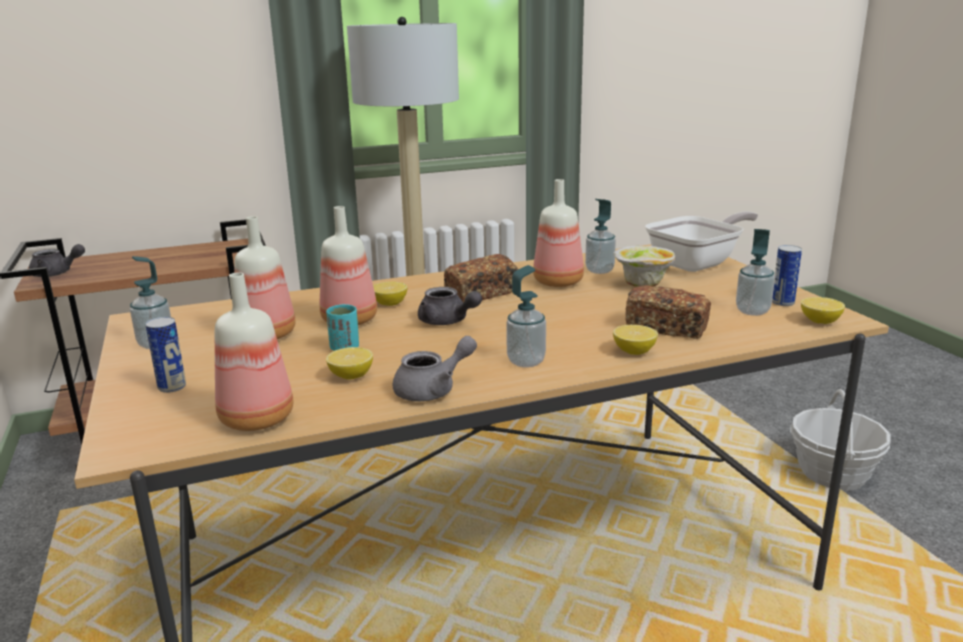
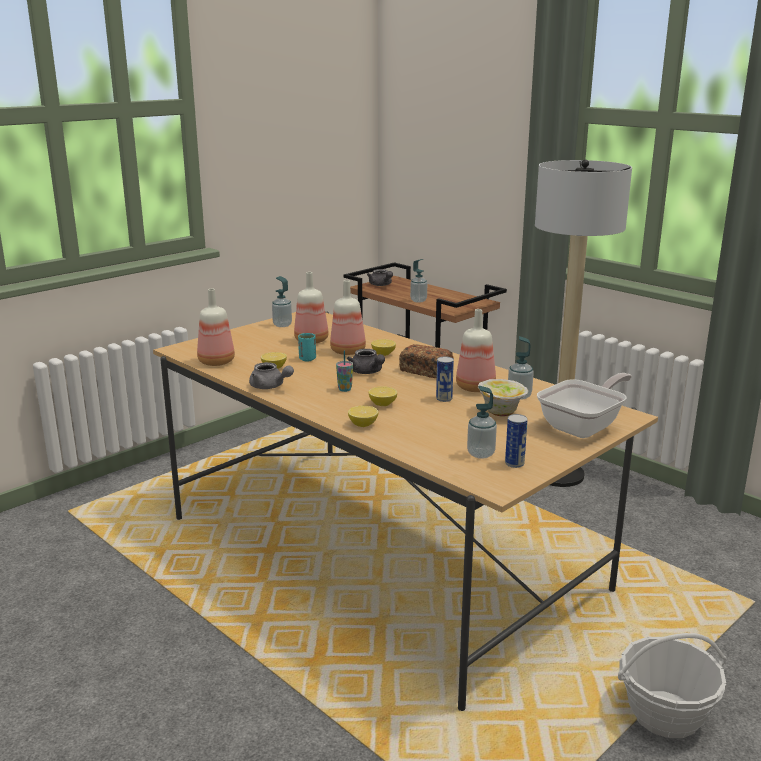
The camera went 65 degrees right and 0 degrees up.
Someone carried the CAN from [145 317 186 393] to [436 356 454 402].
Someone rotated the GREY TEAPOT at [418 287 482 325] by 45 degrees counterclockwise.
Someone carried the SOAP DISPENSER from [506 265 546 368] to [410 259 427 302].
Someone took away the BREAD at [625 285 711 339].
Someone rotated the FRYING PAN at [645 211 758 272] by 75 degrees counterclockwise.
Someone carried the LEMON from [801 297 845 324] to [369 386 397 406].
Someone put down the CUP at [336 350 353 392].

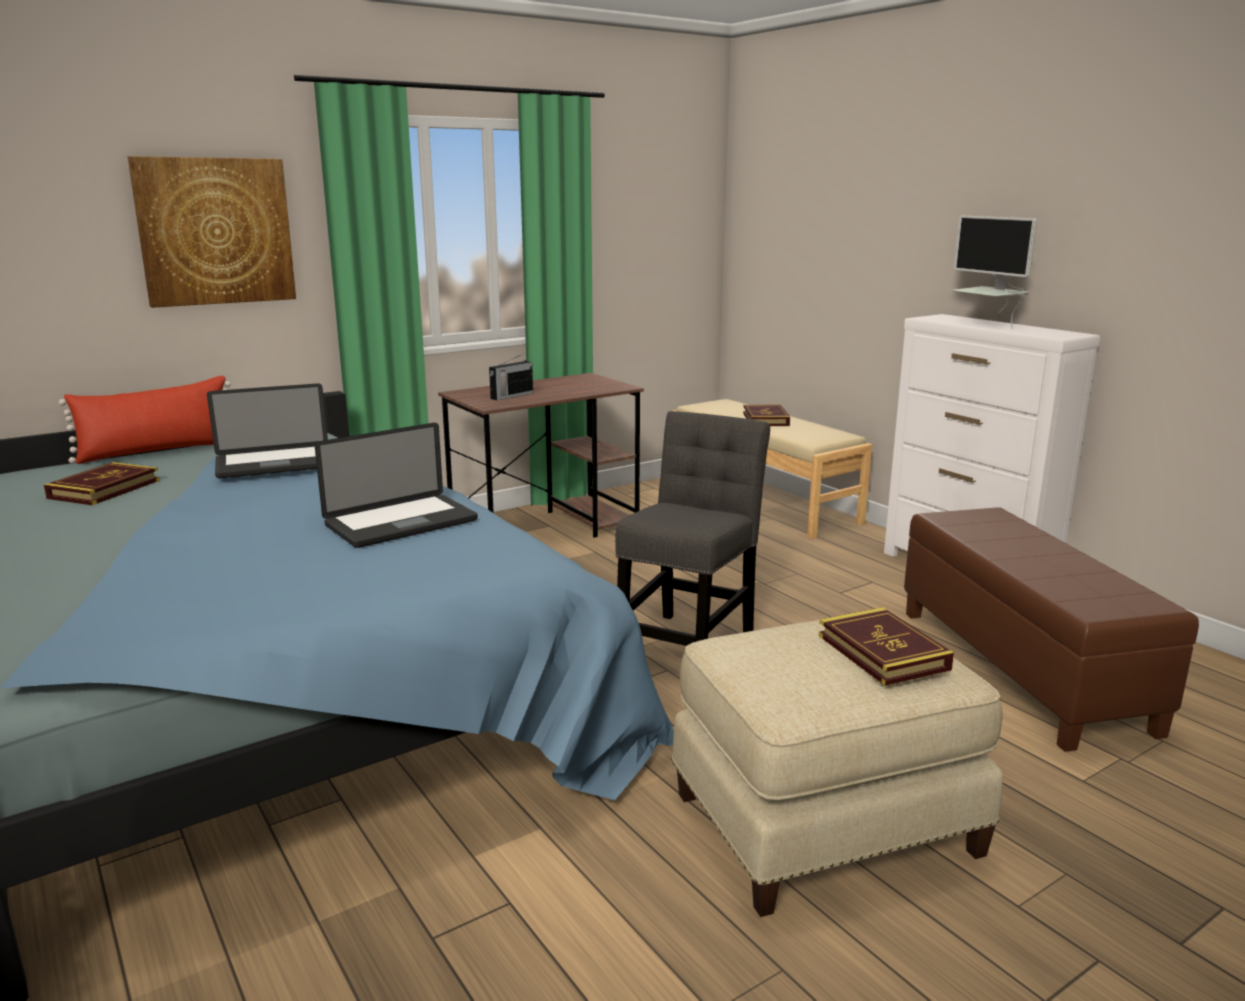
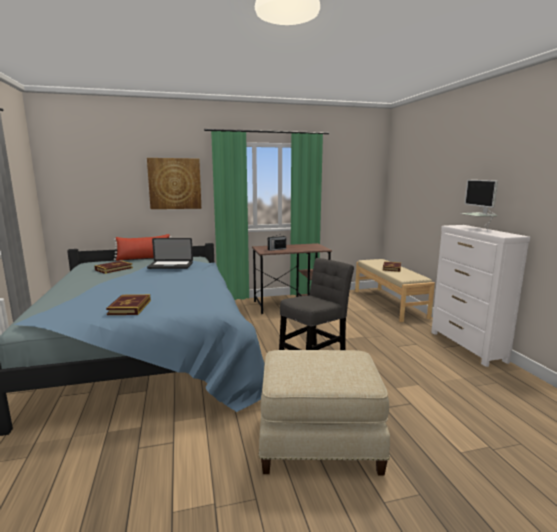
The camera went 20 degrees right and 5 degrees down.
Someone took away the LAPTOP at [315 423 478 548].
Someone carried the BOOK from [819 607 954 686] to [106 294 151 315].
Someone took away the BROWN OTTOMAN at [904 507 1199 752].

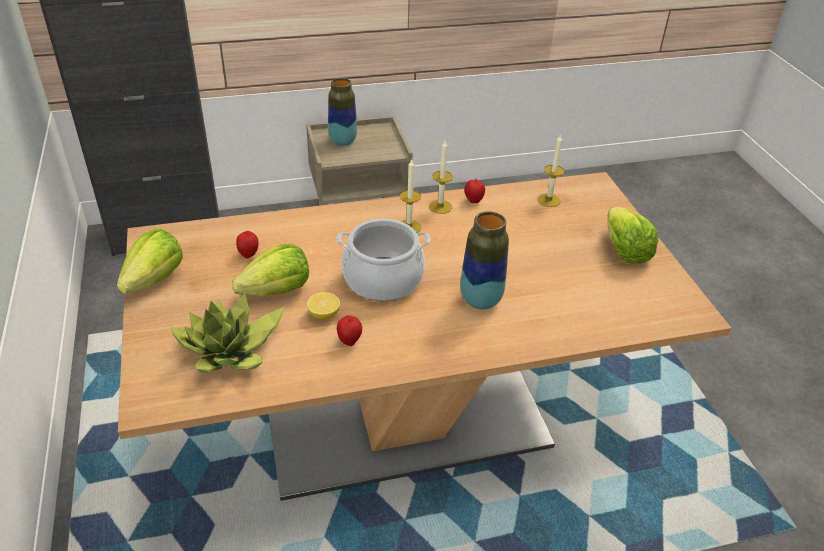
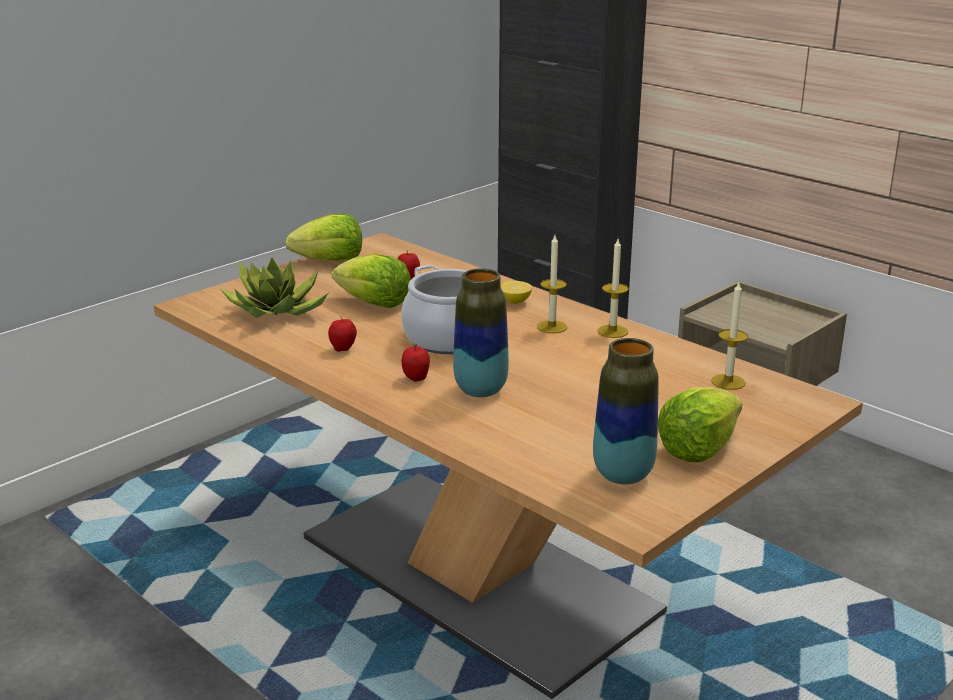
The camera went 60 degrees right and 15 degrees down.
Someone carried the LEMON from [307 292 340 320] to [501 281 532 304].
Someone carried the VASE from [328 78 357 146] to [593 338 659 484].
Someone carried the APPLE from [464 178 485 203] to [402 344 430 382].

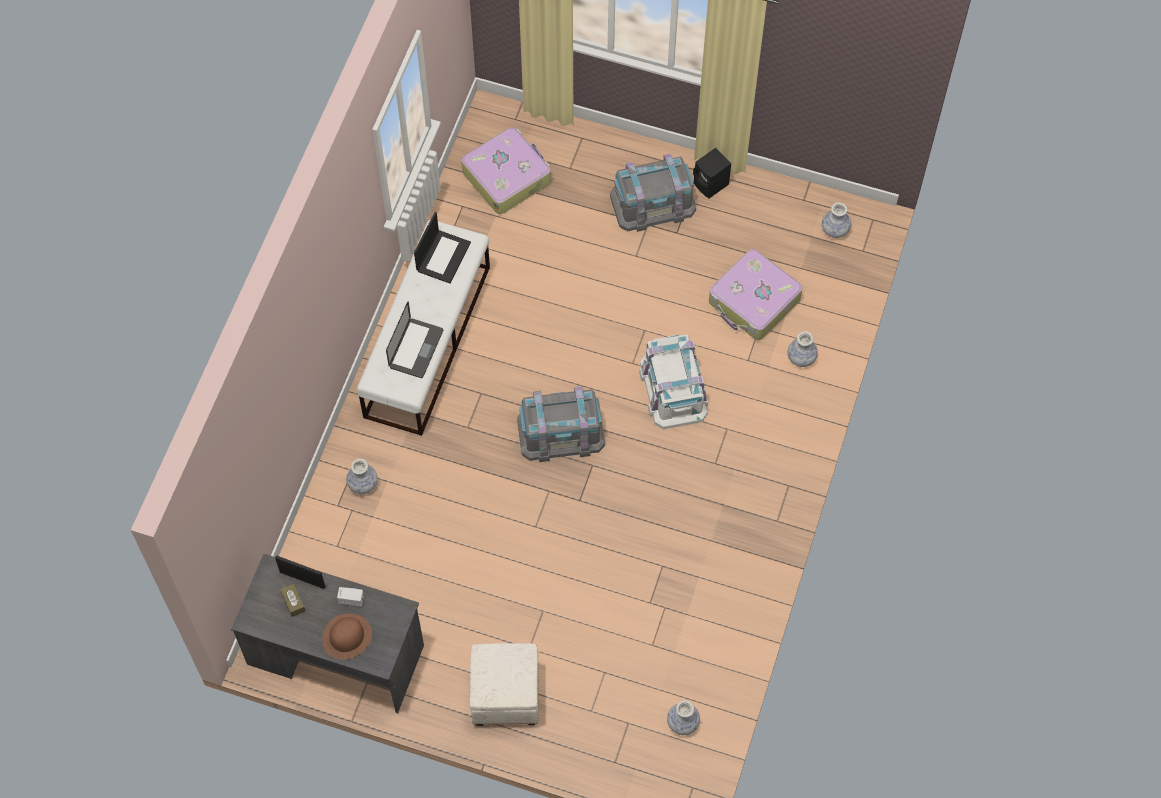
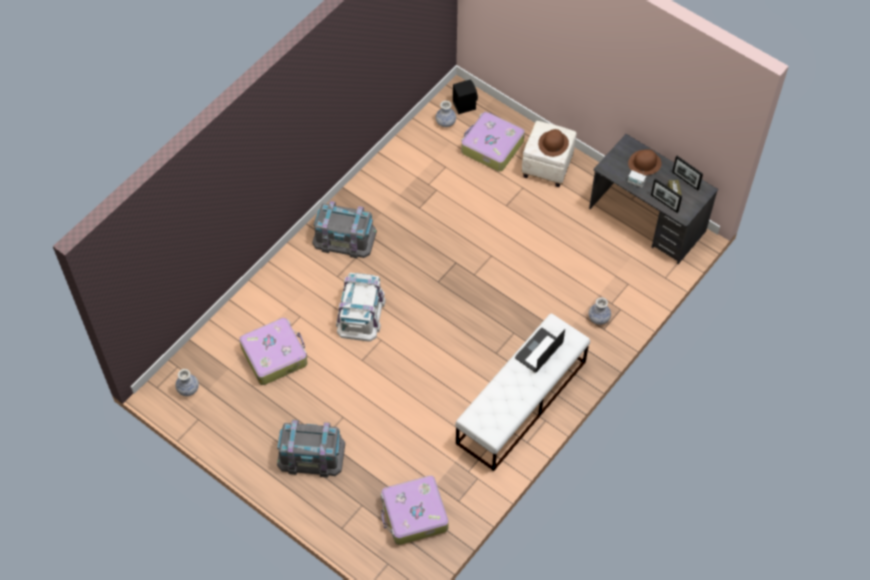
The camera went 160 degrees left and 5 degrees down.
Someone took away the LAPTOP at [414 212 471 283].
Someone carried the GREY STORAGE BOX from [517 386 605 462] to [312 201 377 258].
Someone carried the BLACK SPEAKER from [693 148 731 199] to [453 79 478 114].
Someone took away the VASE at [787 331 818 367].
Someone put down the SUITCASE at [461 112 525 172].
Someone put down the BROWN HAT at [538 129 569 157].
Someone put down the PICTURE FRAME at [672 156 703 190].

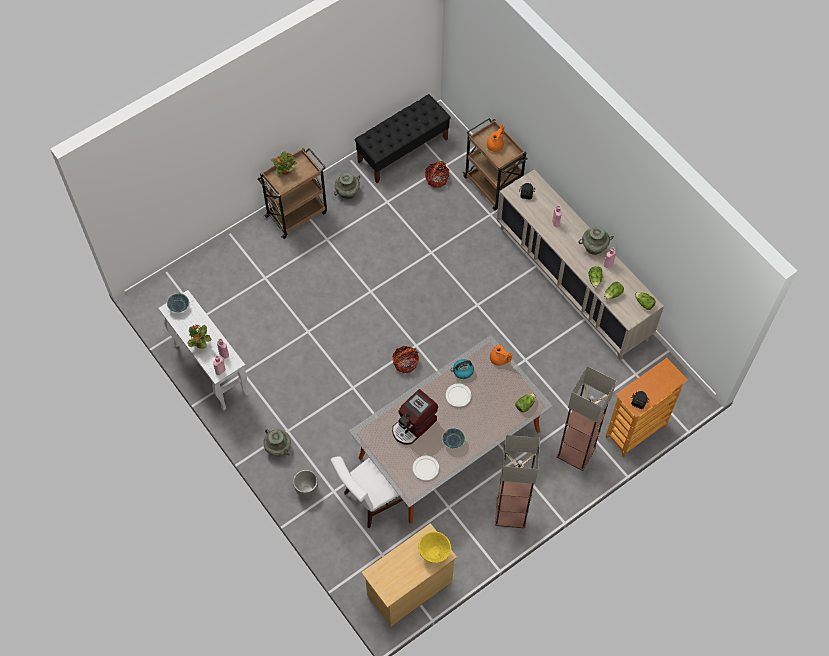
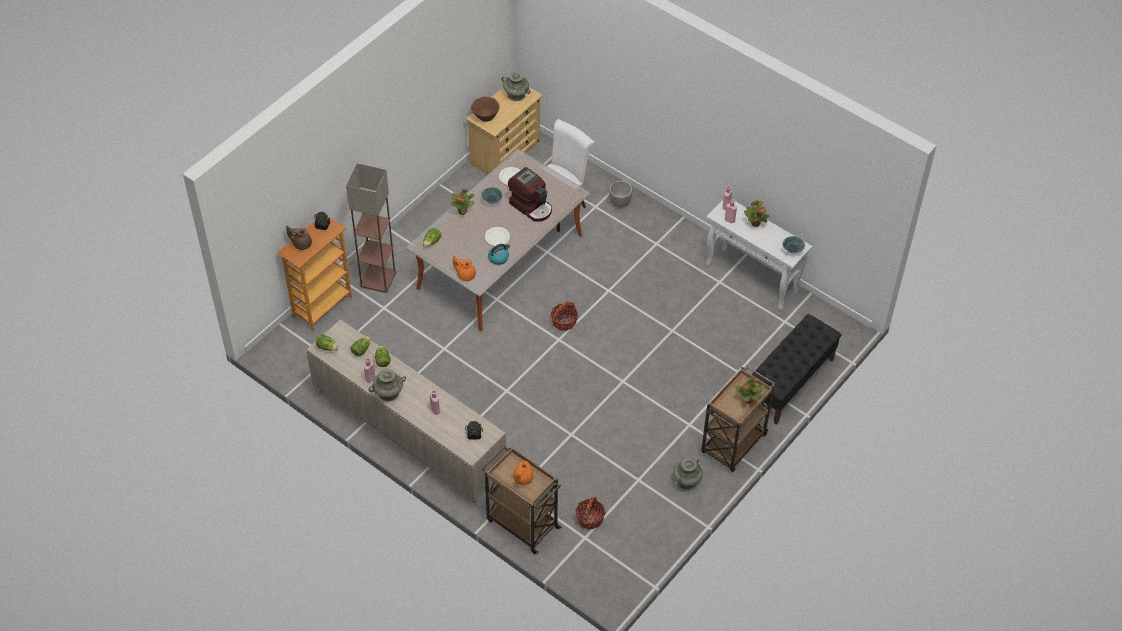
The camera went 165 degrees right and 10 degrees down.
Someone carried the TURQUOISE VASE from [264 429 291 457] to [501 71 531 101].
Someone carried the BLACK BENCH from [354 94 451 183] to [752 314 842 425].
Someone rotated the COFFEE MACHINE at [392 389 438 445] by 105 degrees clockwise.
Someone repainted the YELLOW BOWL at [418 532 451 563], which became the BROWN BOWL at [471 96 499 122].
Someone took away the FLOOR LAMP at [495 435 540 528].
Someone put down the BROWN TEAPOT at [286 226 312 250].
Someone put down the POTTED PLANT at [450 189 475 215].

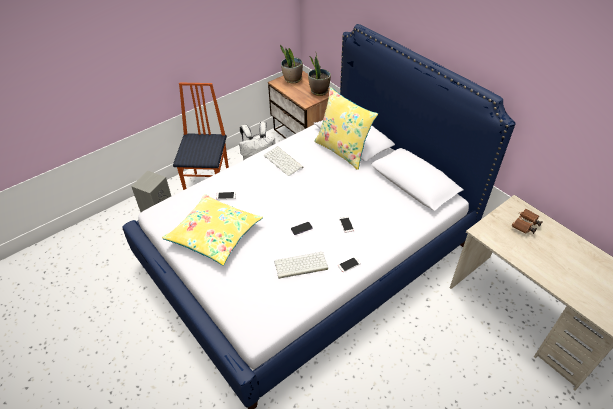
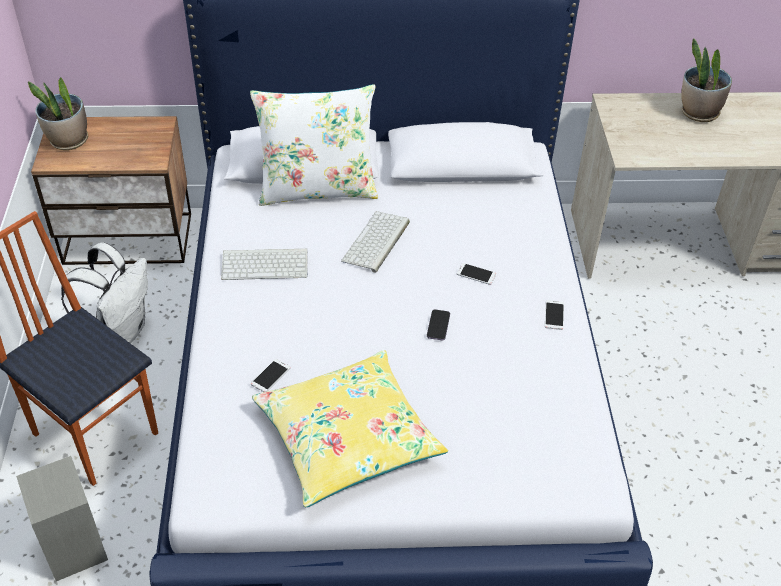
The camera went 55 degrees left and 0 degrees up.
Someone carried the KEYBOARD from [274 252 328 279] to [341 211 410 273].
Someone carried the POTTED PLANT from [308 53 331 96] to [681 38 732 122].
Someone repainted the YELLOW PILLOW at [314 87 378 170], which became the WHITE PILLOW at [250 84 378 206].
Someone took away the BROWN BINOCULARS at [512 209 543 234].

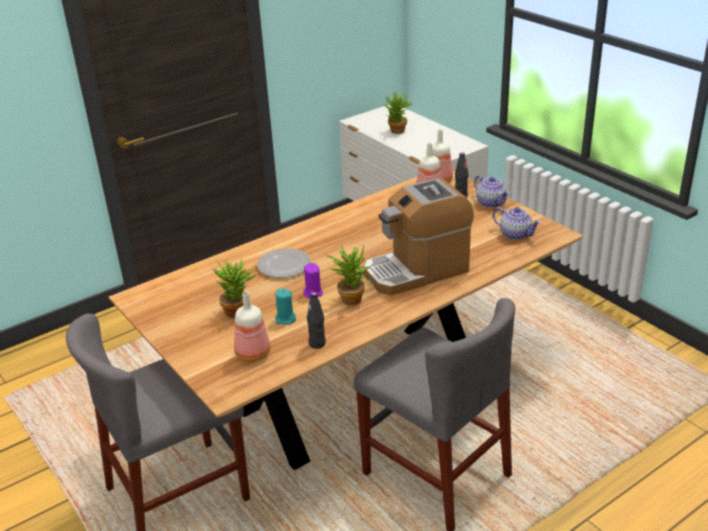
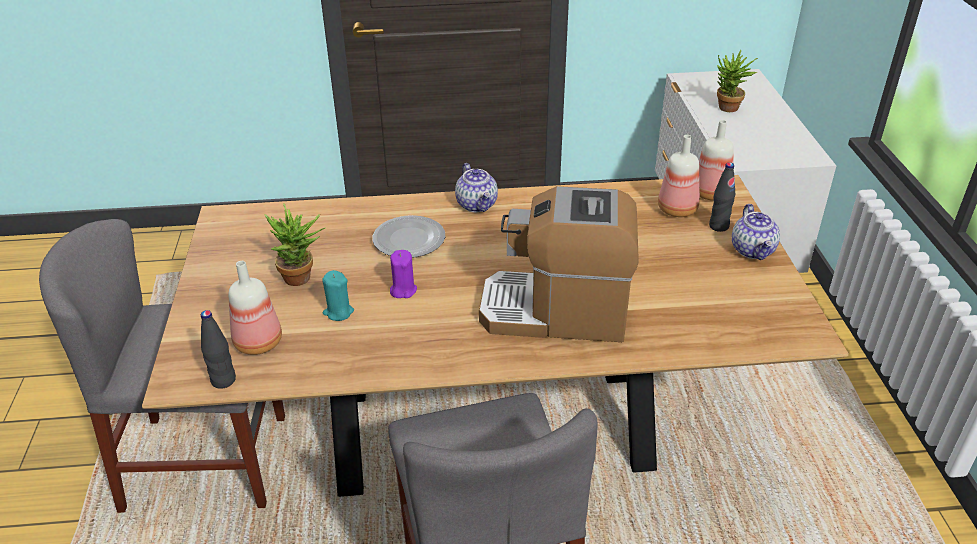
The camera went 30 degrees right and 5 degrees up.
Someone carried the BLACK BOTTLE from [307 292 326 349] to [201 310 236 389].
Someone took away the POTTED PLANT at [326 245 371 306].
Someone carried the TEAPOT from [493 207 541 240] to [455 163 498 212].

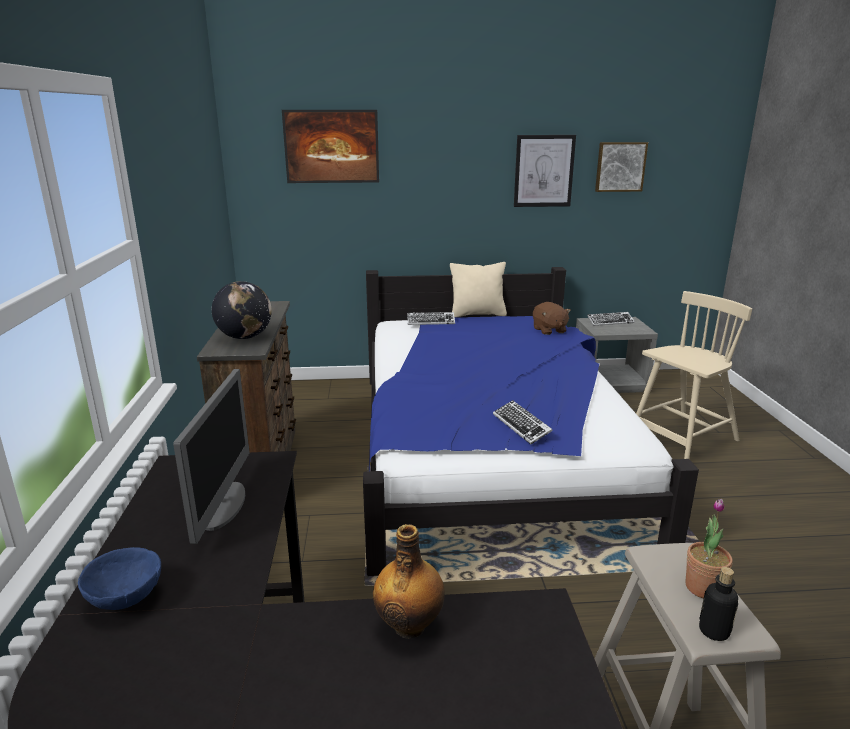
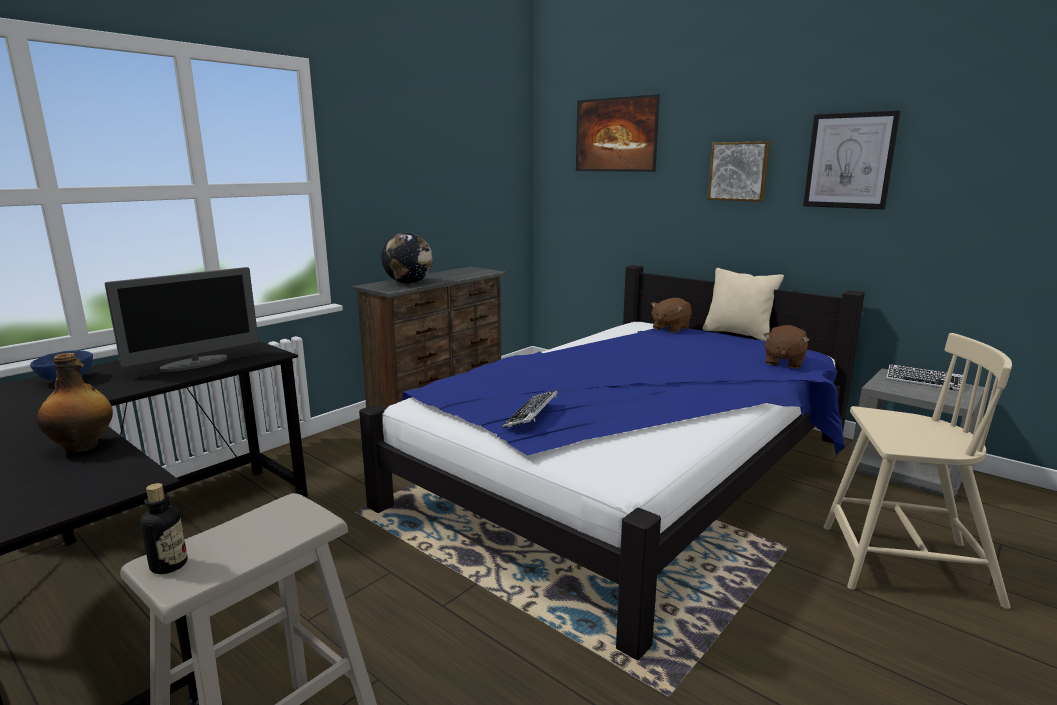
The camera went 45 degrees right and 5 degrees down.
Someone swapped the KEYBOARD at [407 312 455 325] for the BROWN PLUSH TOY at [651 298 692 333].
Someone carried the PICTURE from [595 142 648 192] to [708 141 770 202].
Someone took away the POTTED PLANT at [686 499 733 599].

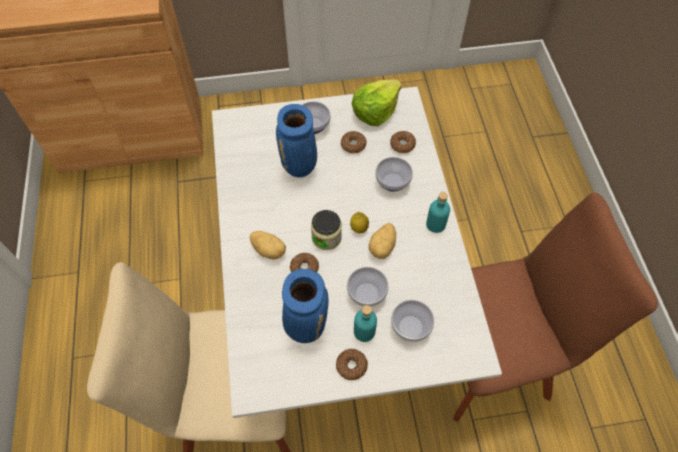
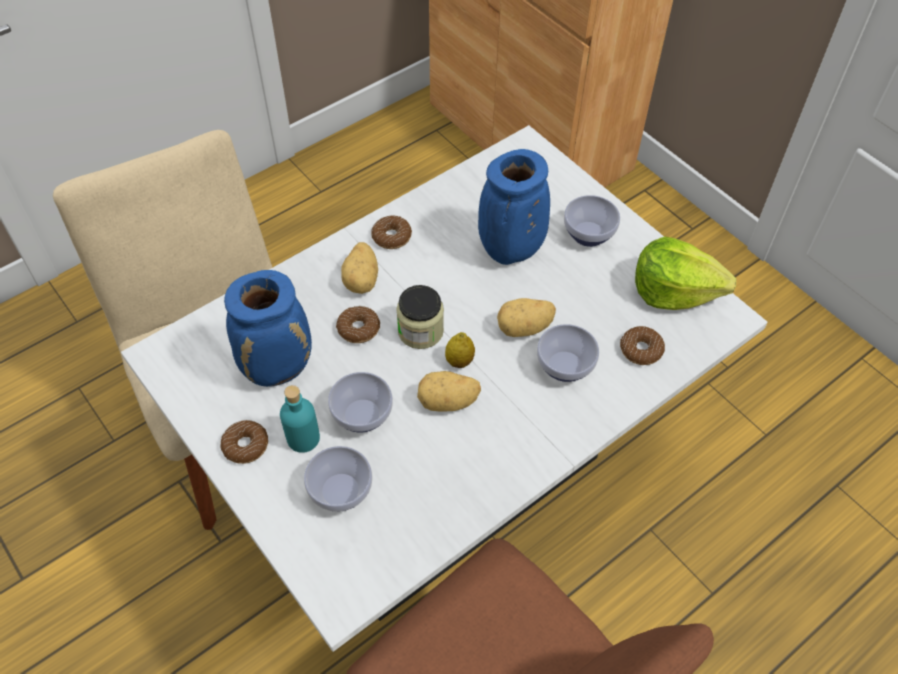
The camera went 60 degrees right and 5 degrees down.
Someone carried the DONUT from [341 131 366 154] to [371 215 412 249].
Someone took away the TURQUOISE BOTTLE at [426 192 450 233].
Someone put down the POTATO at [497 298 556 337].

